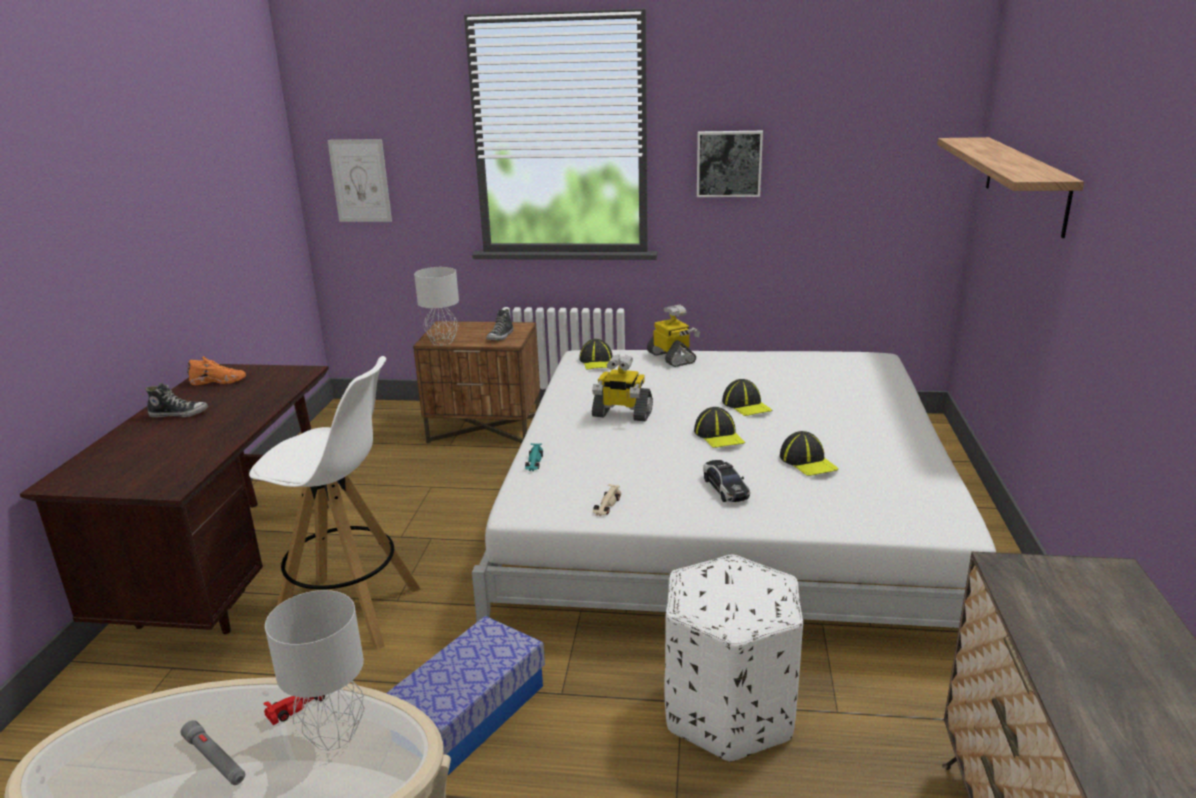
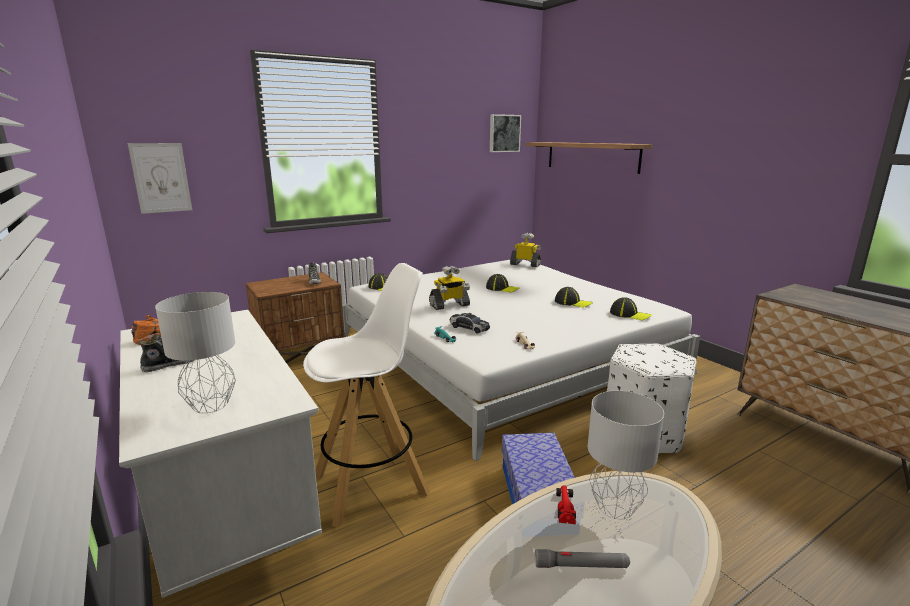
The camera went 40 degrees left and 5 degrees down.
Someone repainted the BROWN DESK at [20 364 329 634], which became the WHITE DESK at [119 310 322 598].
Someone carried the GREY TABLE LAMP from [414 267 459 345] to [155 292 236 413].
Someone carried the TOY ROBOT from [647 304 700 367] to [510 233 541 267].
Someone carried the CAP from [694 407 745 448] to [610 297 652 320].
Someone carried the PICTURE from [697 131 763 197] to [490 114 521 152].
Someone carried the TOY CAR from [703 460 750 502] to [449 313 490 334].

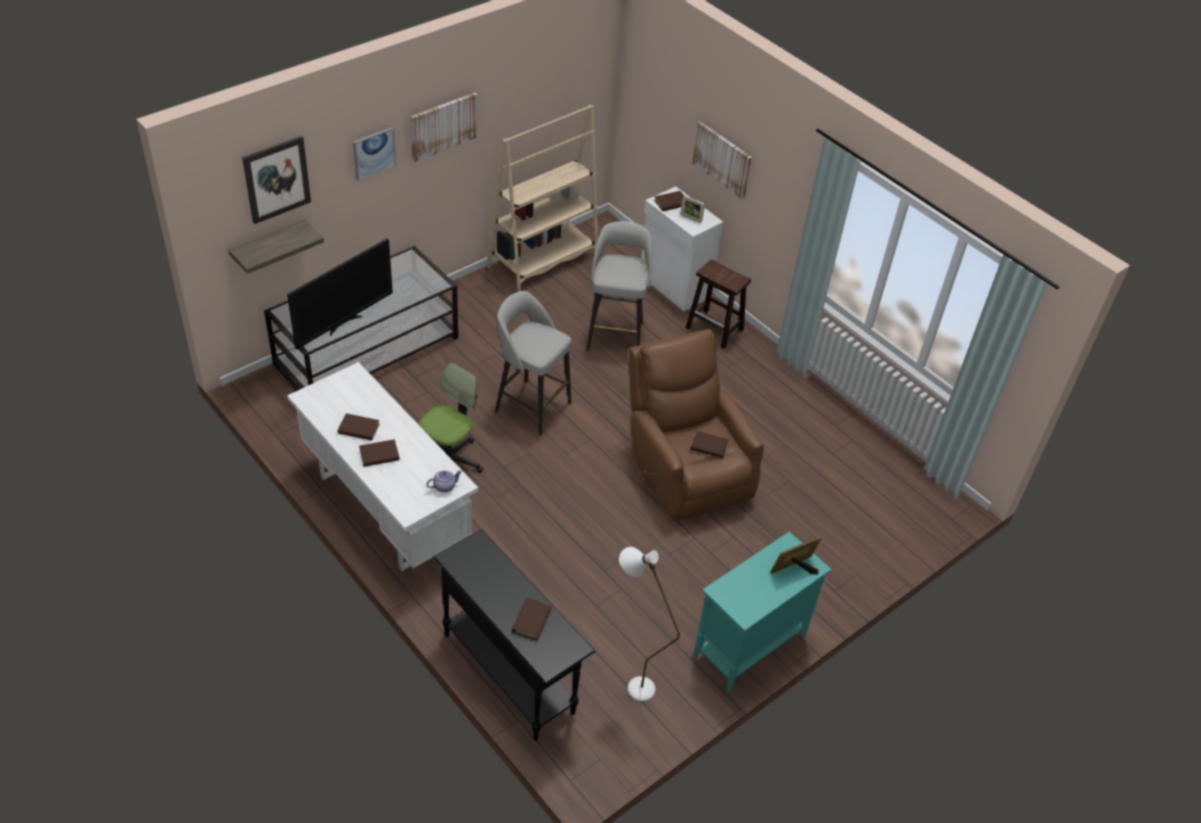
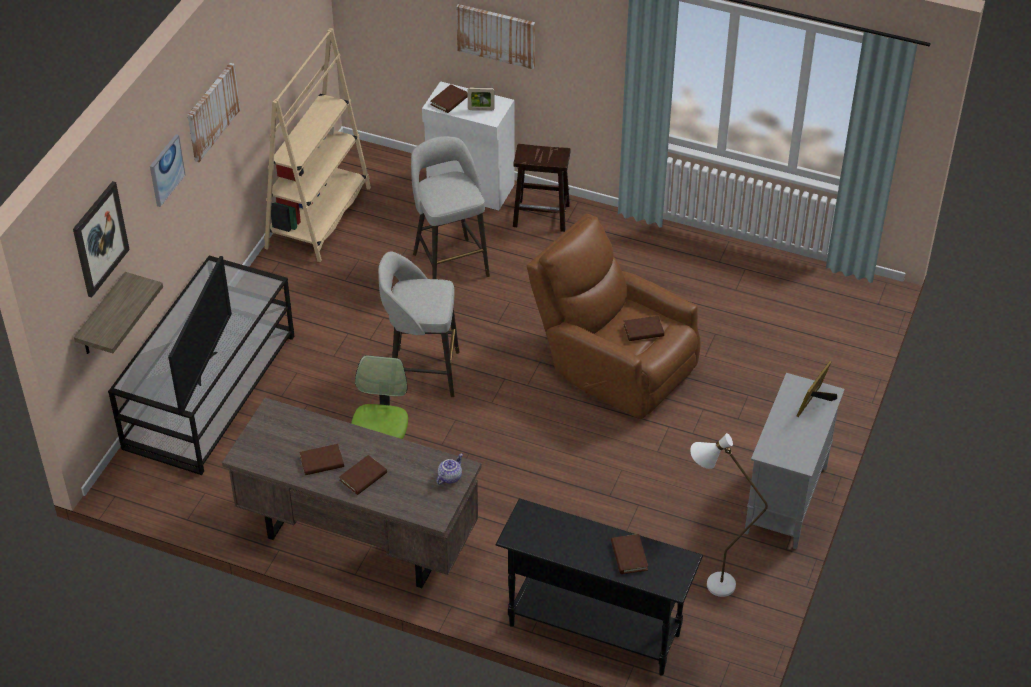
The camera went 25 degrees left and 0 degrees up.
Someone repainted the WHITE DESK at [287 362 478 571], which became the BROWN DESK at [222 397 482 588].
Someone repainted the TURQUOISE CABINET at [693 532 831 692], which became the GREY CABINET at [744 373 845 549].

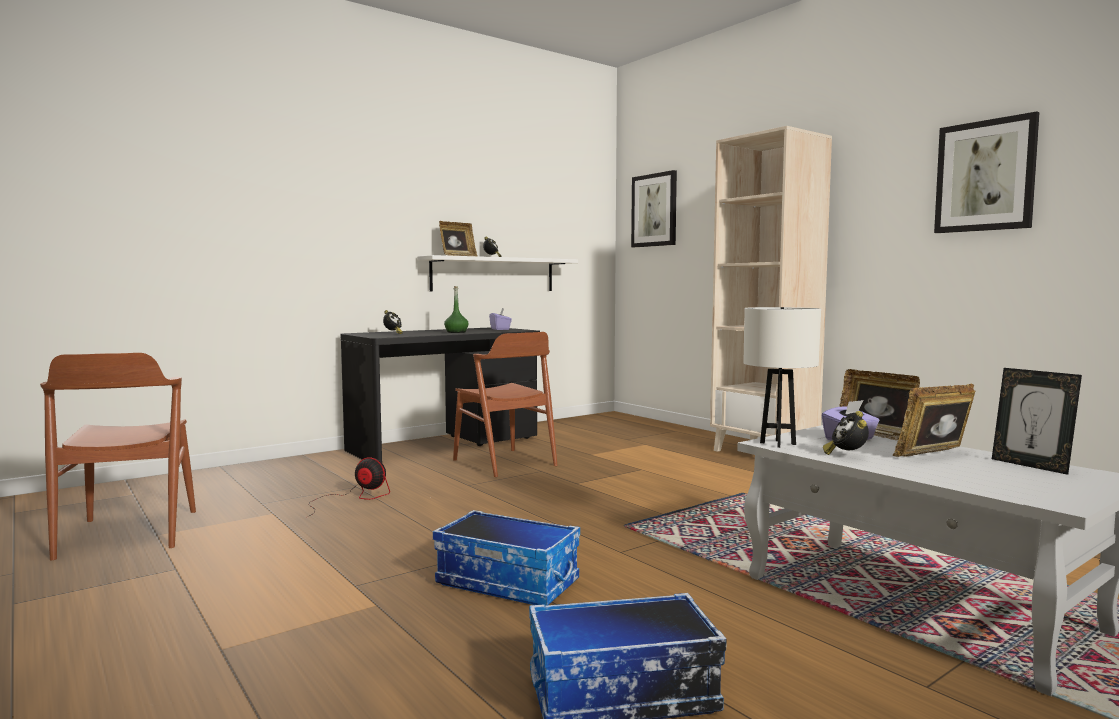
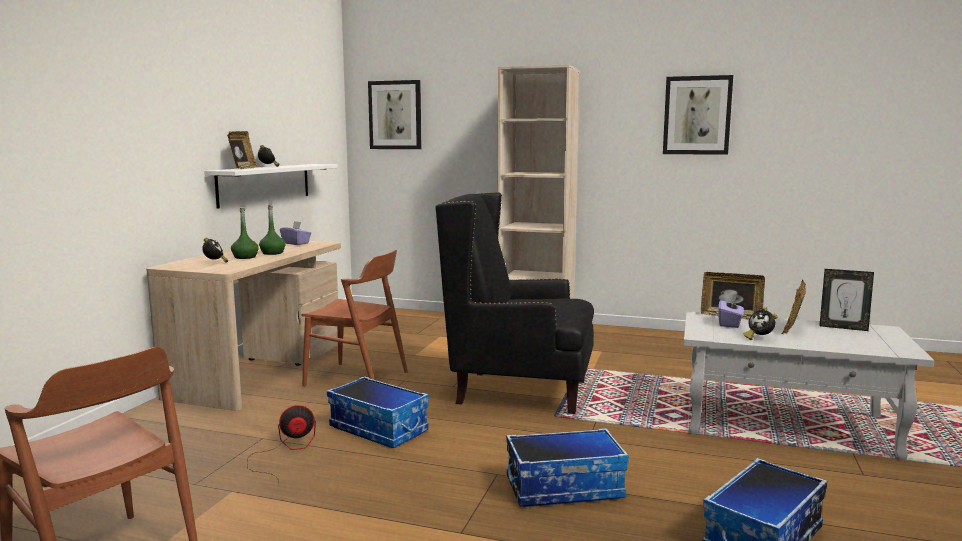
The camera went 35 degrees left and 5 degrees up.
Someone repainted the BLACK DESK at [340 327 540 462], which became the BEIGE DESK at [146 241 341 411].
Someone took away the WHITE TABLE LAMP at [743 307 821 448].
Someone put down the GREEN BOTTLE at [231 207 259 259].
Someone put down the STORAGE BOX at [327 376 429 448].
Someone put down the BLACK ARMCHAIR at [435 192 594 414].

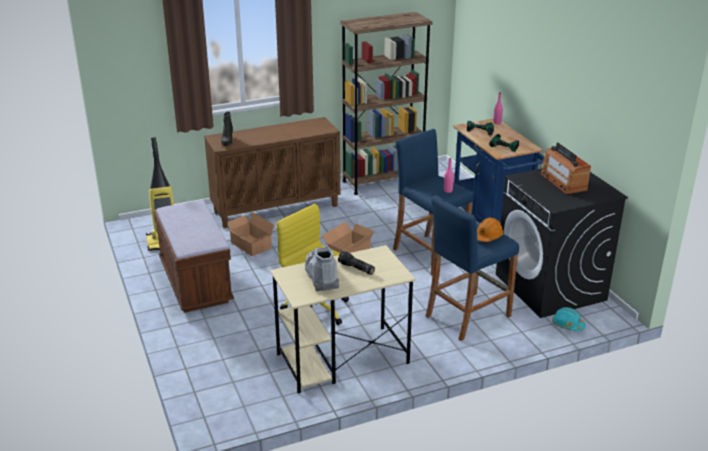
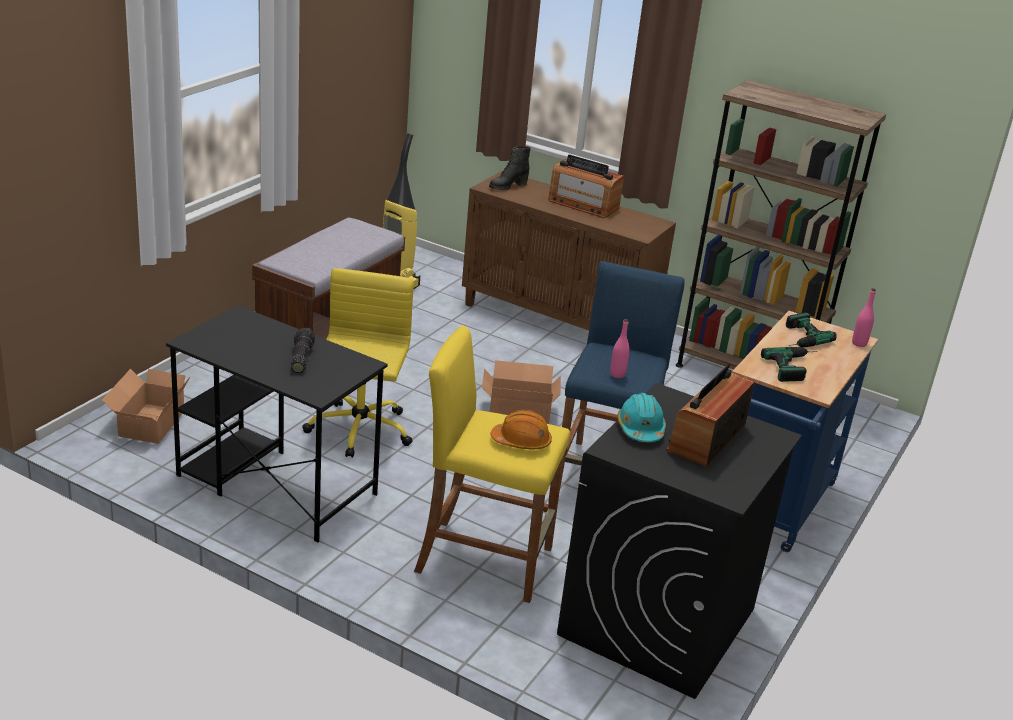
The camera went 50 degrees right and 0 degrees up.
Someone carried the CARDBOARD BOX from [223 212 274 257] to [102 369 190 444].
Someone repainted the BEIGE DESK at [270 245 416 393], which became the BLACK DESK at [166 305 388 543].
Someone took away the GREY BOOT at [305 247 339 291].
Someone repainted the BLUE STOOL at [426 195 519 341], which became the YELLOW STOOL at [414 325 570 603].
Someone carried the TURQUOISE HARD HAT from [552 307 586 331] to [618 393 666 442].
Someone put down the RADIO at [548 154 624 218].

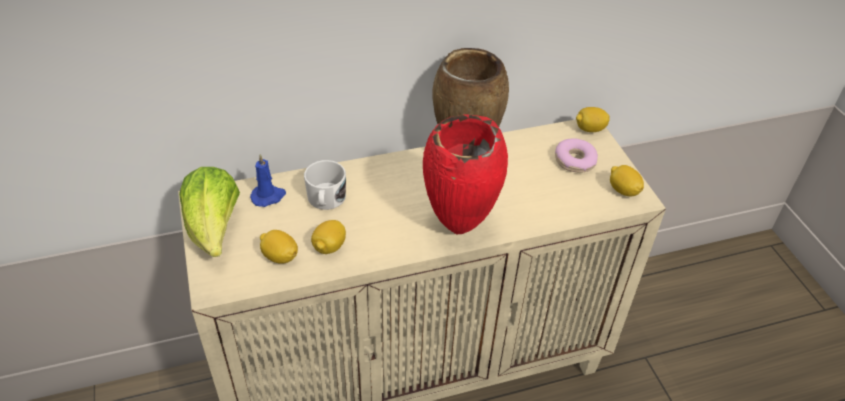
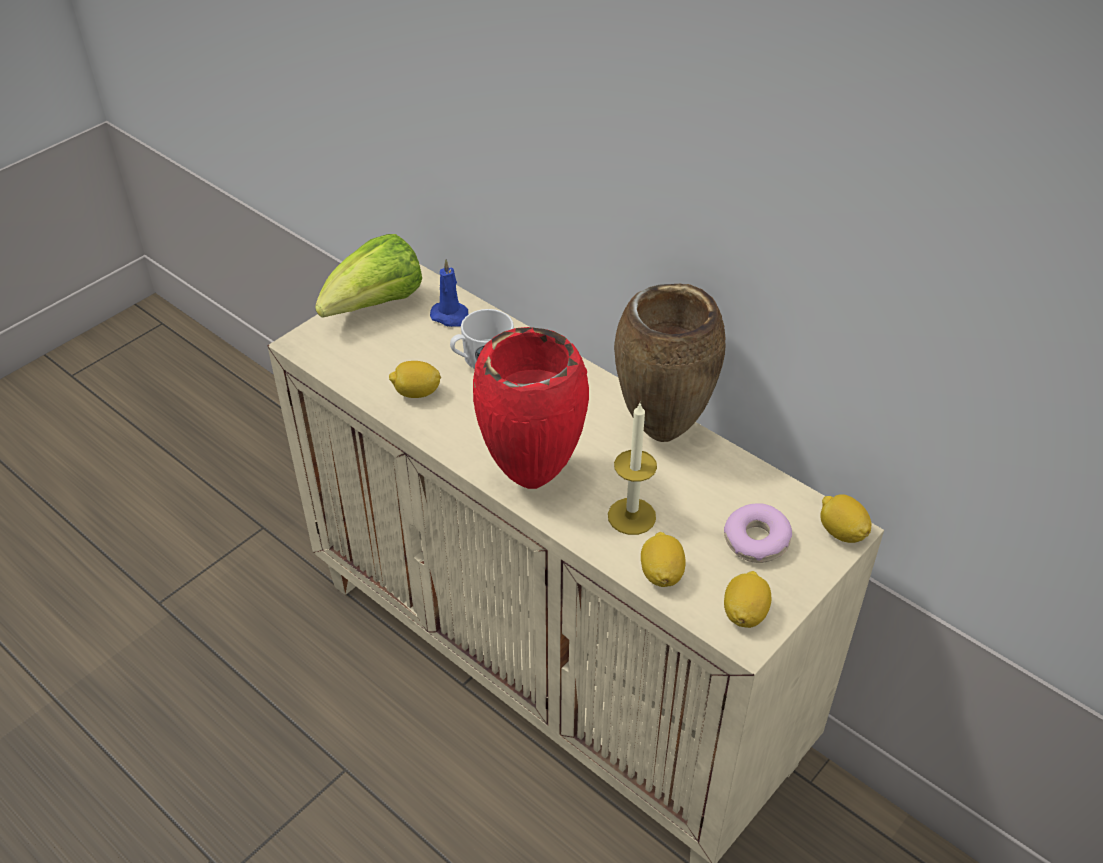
The camera went 60 degrees right and 0 degrees up.
Someone carried the LEMON from [260 230 298 264] to [641 532 686 587].
Someone put down the CANDLE at [608 403 657 535].

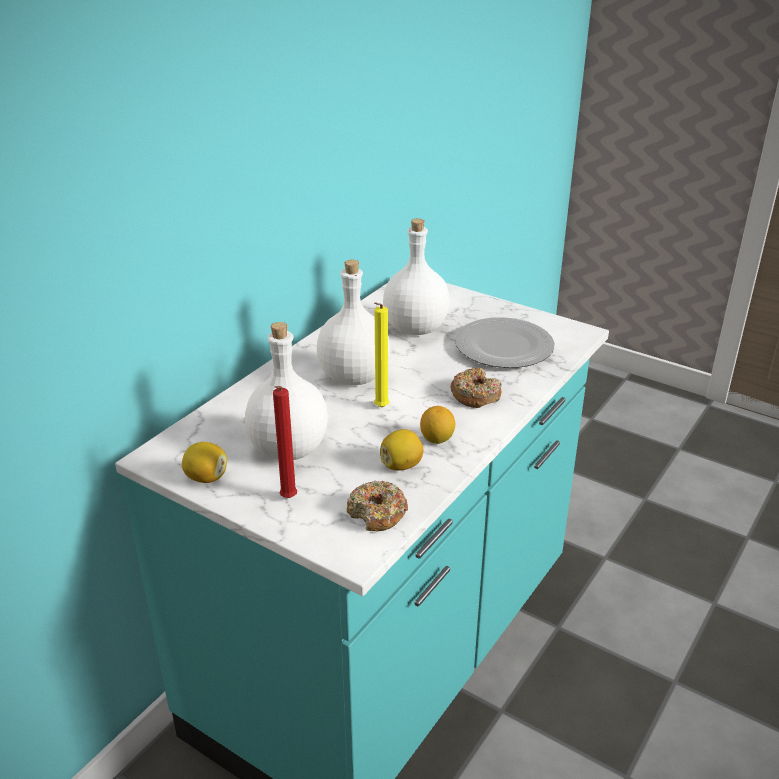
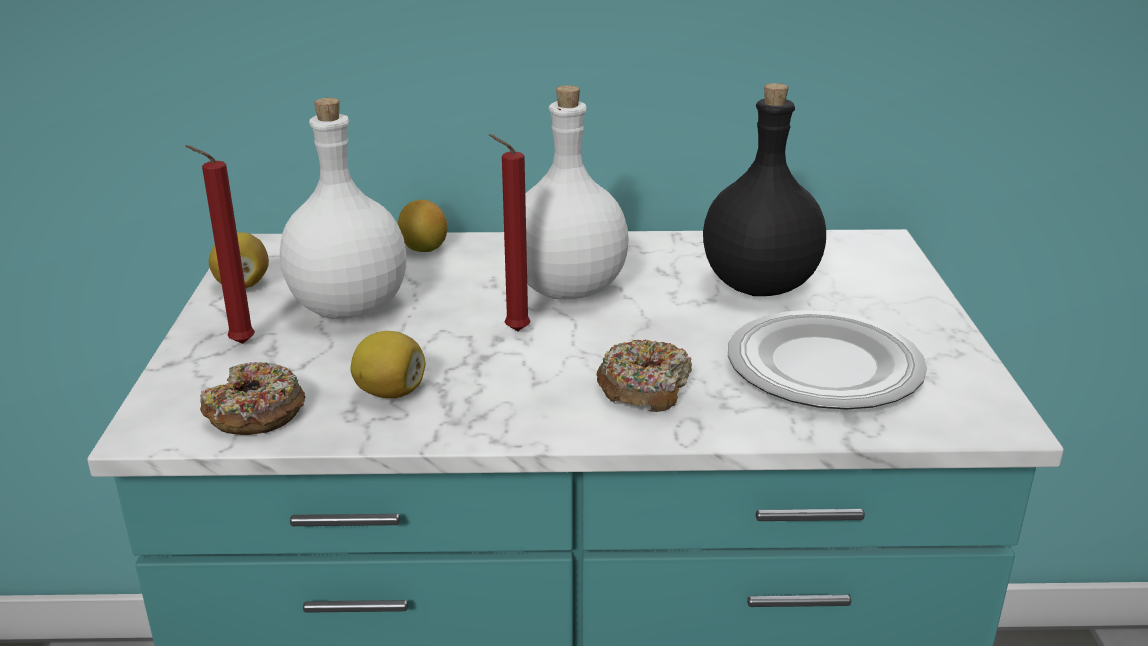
The camera went 55 degrees right and 5 degrees down.
Someone repainted the YELLOW CANDLE at [374 302 389 407], which became the RED CANDLE at [489 134 531 331].
Someone repainted the WHITE BOTTLE at [383 218 450 335], which became the BLACK BOTTLE at [703 83 826 296].
Someone carried the LEMON from [420 406 455 444] to [398 200 447 252].

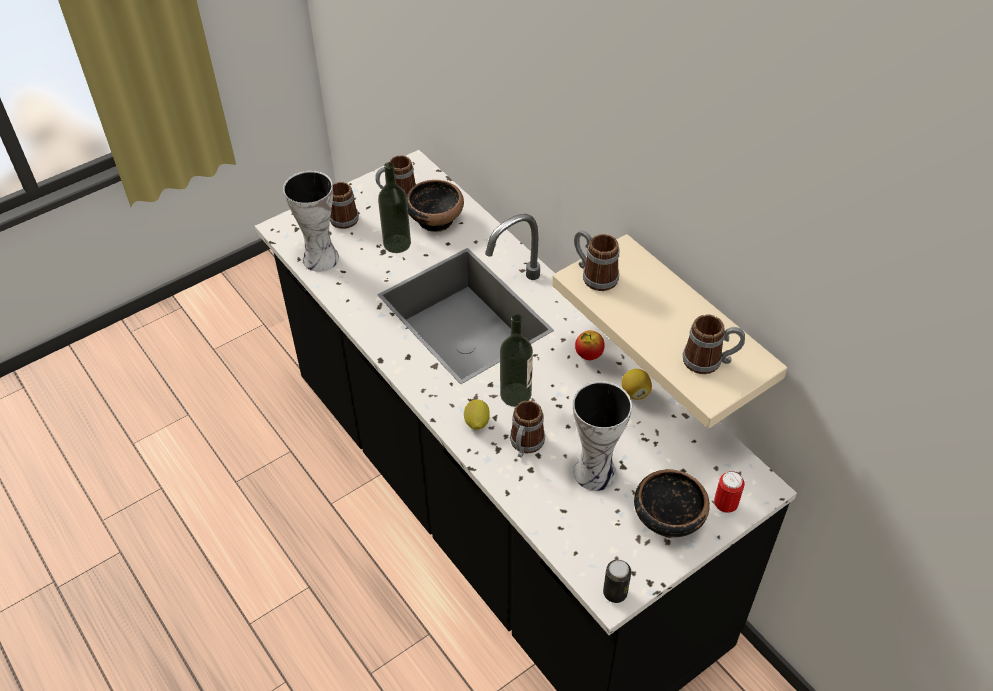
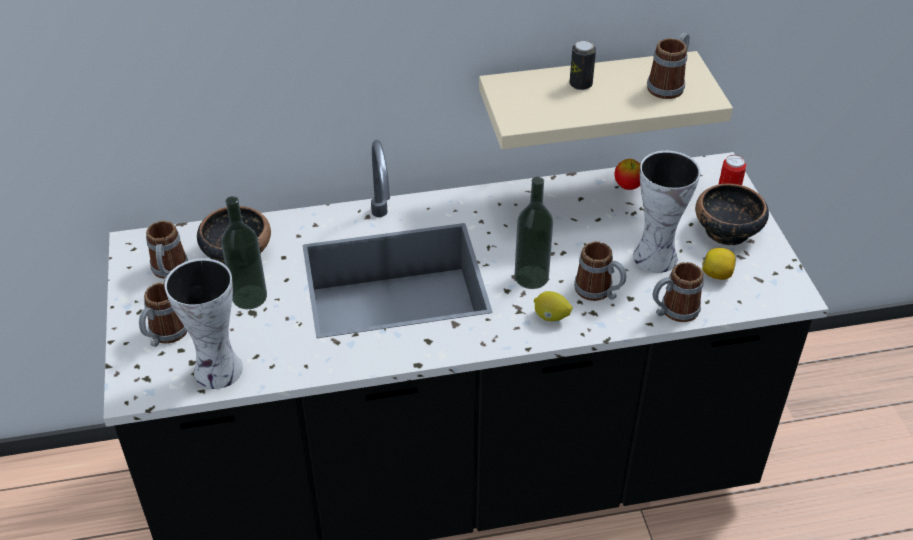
The camera went 65 degrees left and 5 degrees down.
Someone carried the MUG from [574 230 619 291] to [653 262 704 322].
Someone carried the APPLE from [575 330 605 360] to [615 159 641 190].
Someone carried the CAN from [603 560 631 603] to [570 40 596 90].
Someone carried the LEMON from [622 369 652 400] to [702 248 736 280].

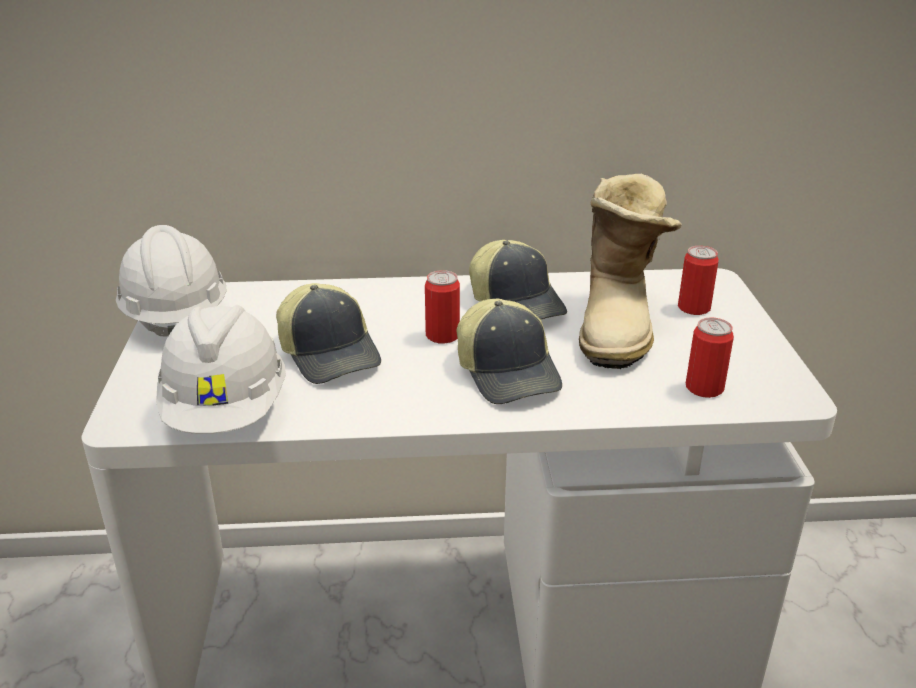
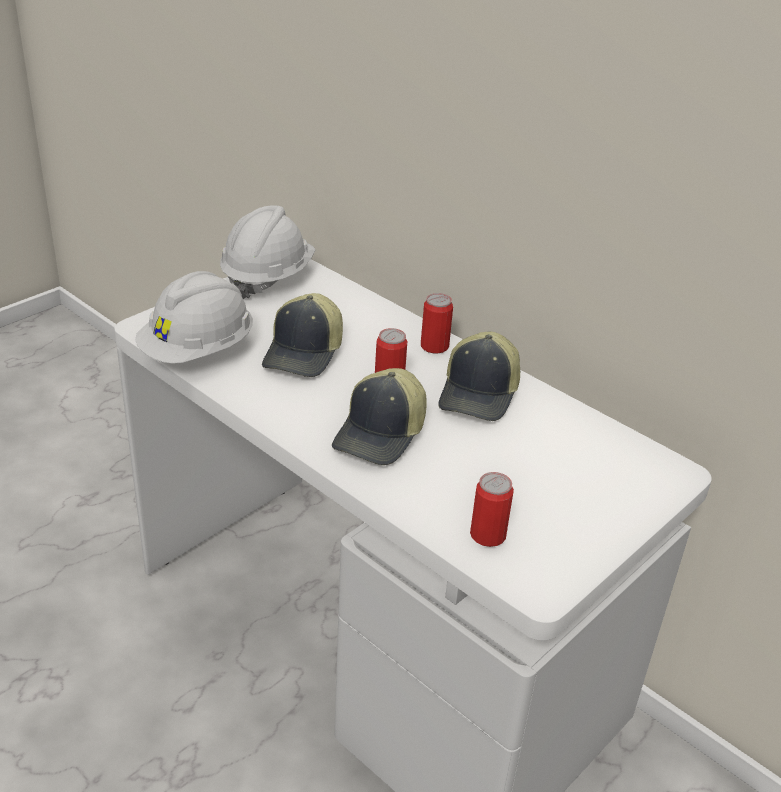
The camera went 45 degrees right and 5 degrees up.
Someone took away the BOOT at [579 174 682 369].
Someone carried the CAN from [678 246 719 315] to [421 293 453 354].

